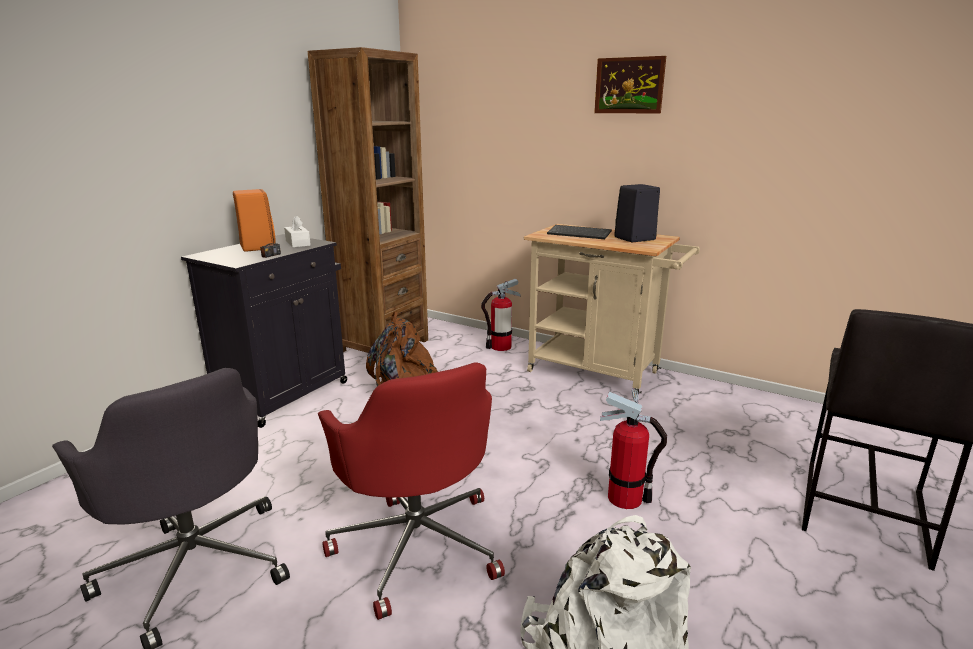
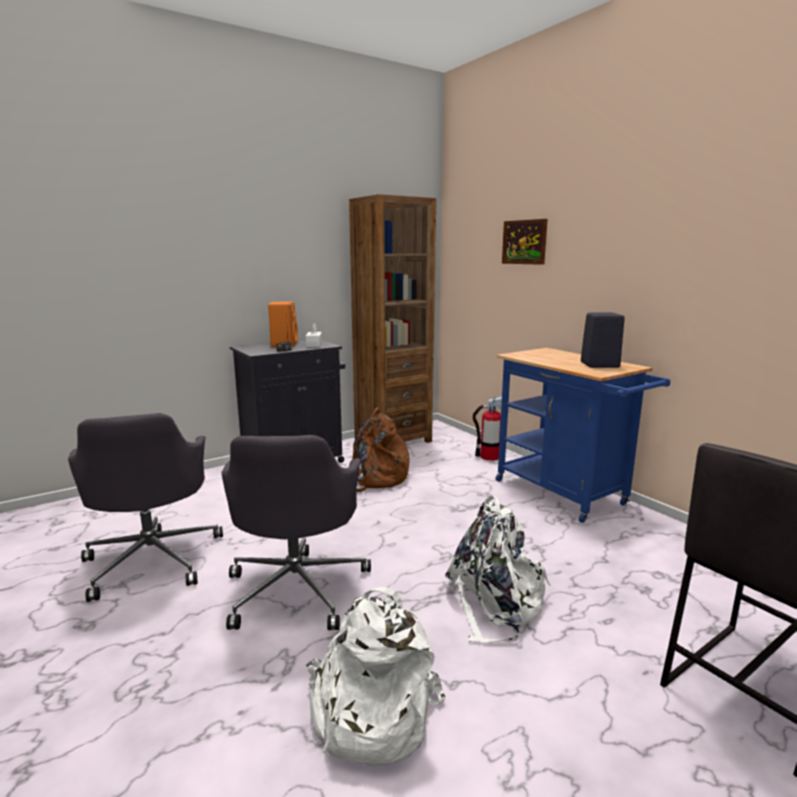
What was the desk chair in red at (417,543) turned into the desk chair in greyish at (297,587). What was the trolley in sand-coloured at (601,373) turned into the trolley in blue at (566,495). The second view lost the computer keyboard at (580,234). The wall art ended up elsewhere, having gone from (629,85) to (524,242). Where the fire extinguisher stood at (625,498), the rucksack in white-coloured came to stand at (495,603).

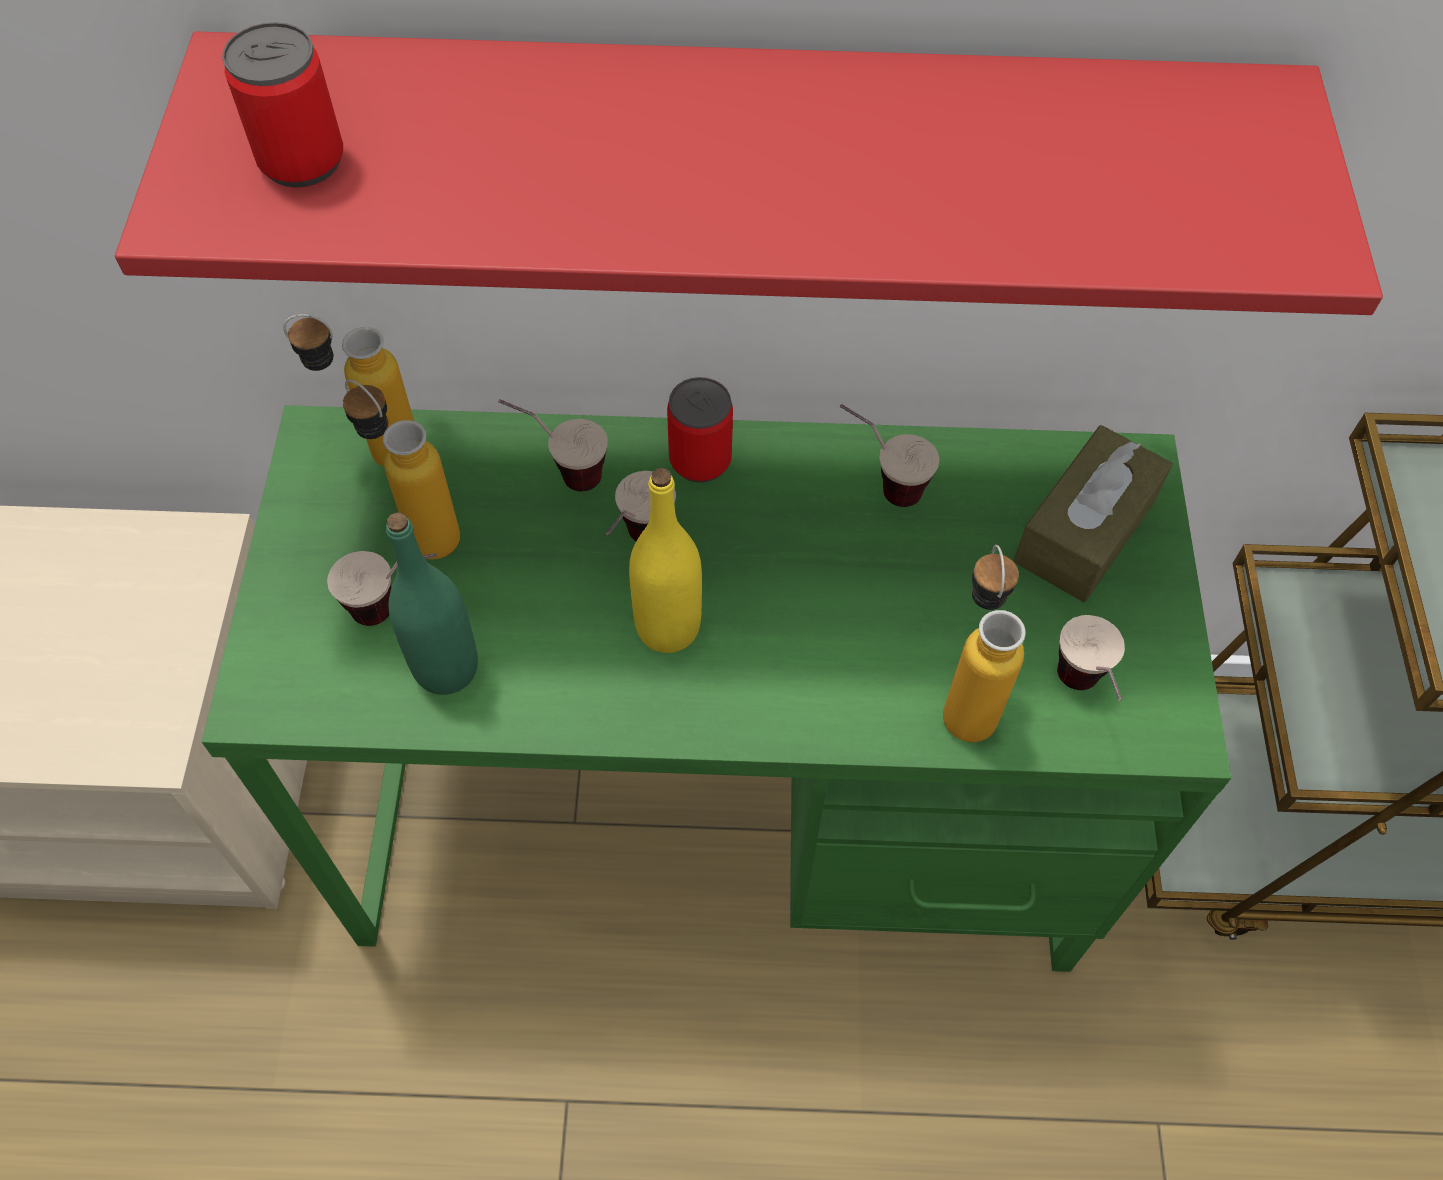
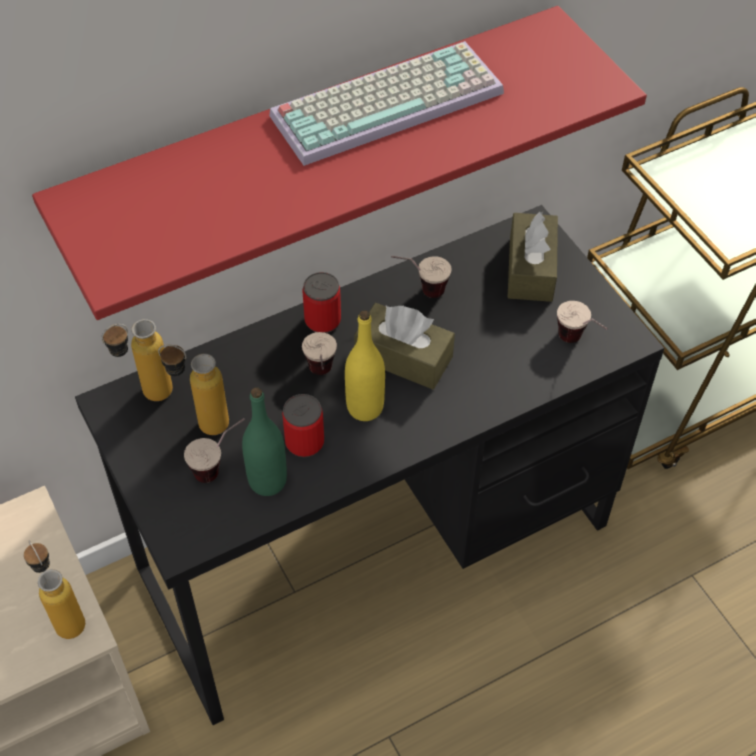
What was the desk table in green-coloured at (720,819) turned into the desk table in black-coloured at (375,546). The sealed can ended up elsewhere, having gone from (302,160) to (304,442). The second view lost the cup at (559,471). The beverage bottle ended up elsewhere, having gone from (965,698) to (65,616). The second view gained the computer keyboard at (388,101). The second view gained the tissue box in brown-coloured at (403,357).

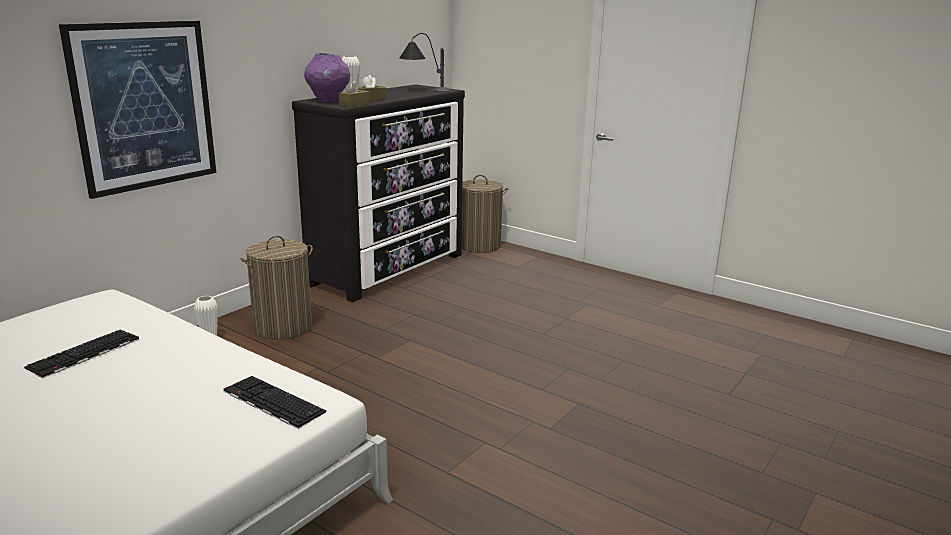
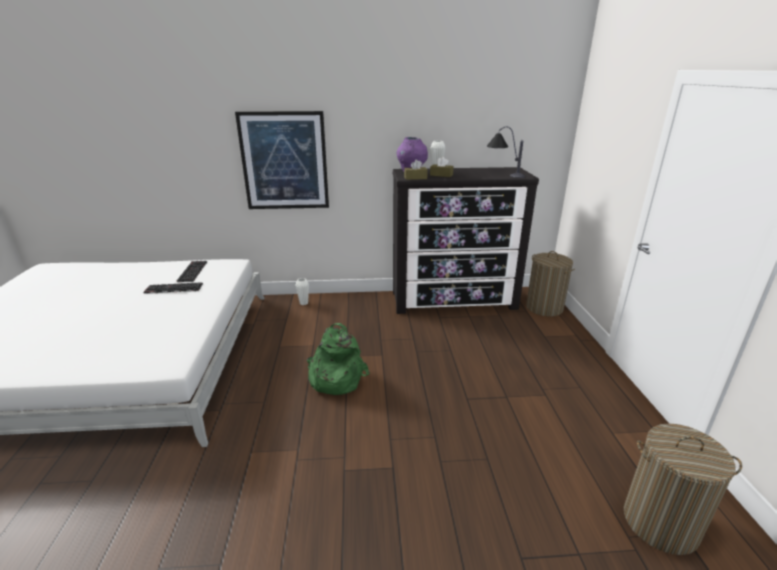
The computer keyboard ended up elsewhere, having gone from (271,402) to (192,271). The washing basket ended up elsewhere, having gone from (283,327) to (660,523). The second view gained the rucksack in green-coloured at (335,378).

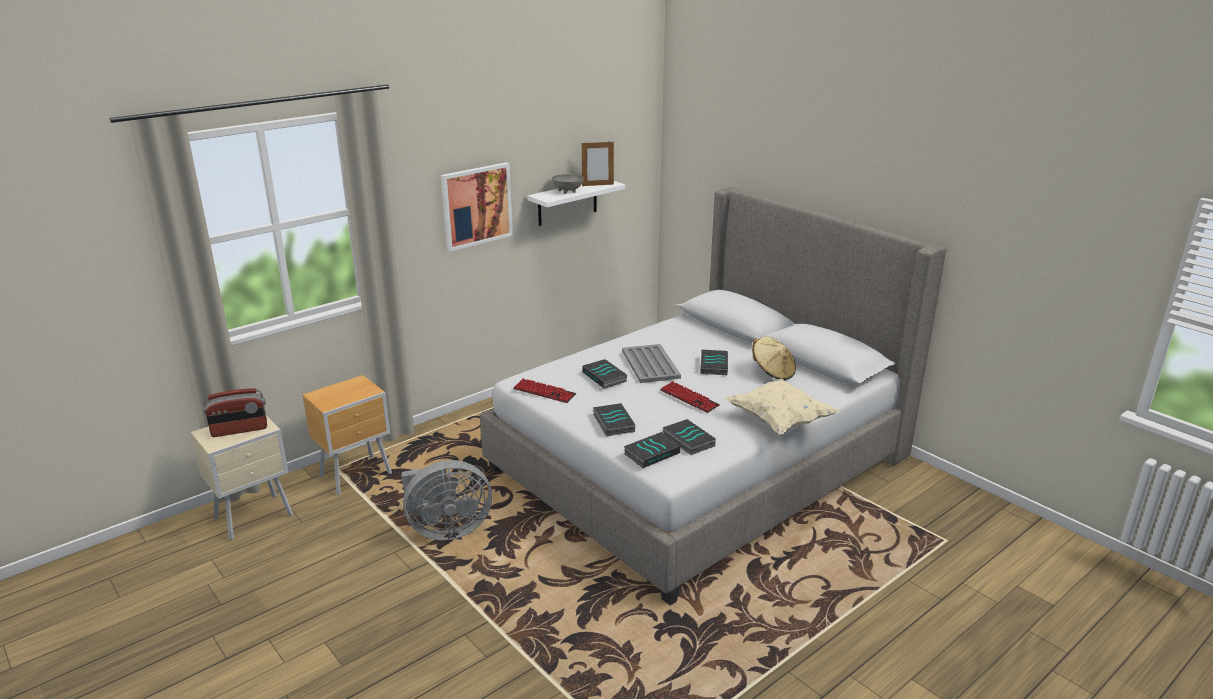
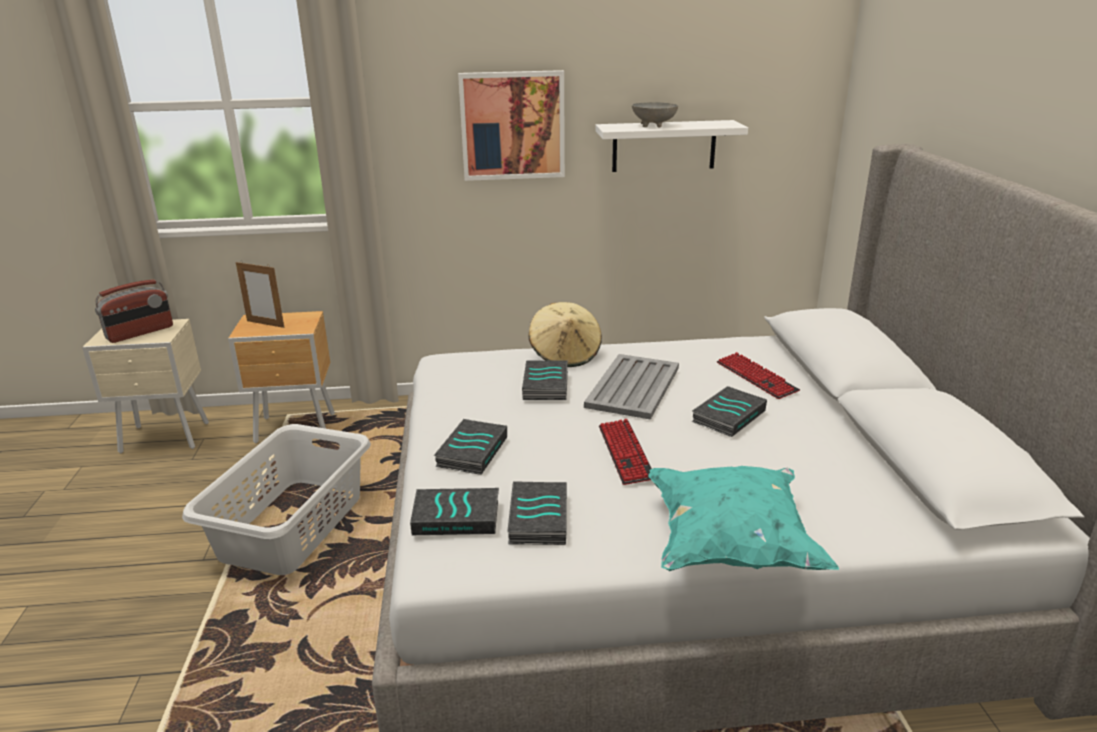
The radio set at (239,430) ended up facing another way, 60 degrees counterclockwise from before. Where the fan in greyish stood at (446,530), the washing basket in greyish came to stand at (294,526). The computer keyboard ended up elsewhere, having gone from (544,392) to (756,377). The photo frame ended up elsewhere, having gone from (597,185) to (265,324). What was the throw pillow in sand-coloured at (779,421) turned into the throw pillow in turquoise at (730,545). The wearable hat in sand-coloured ended up elsewhere, having gone from (773,372) to (565,355).

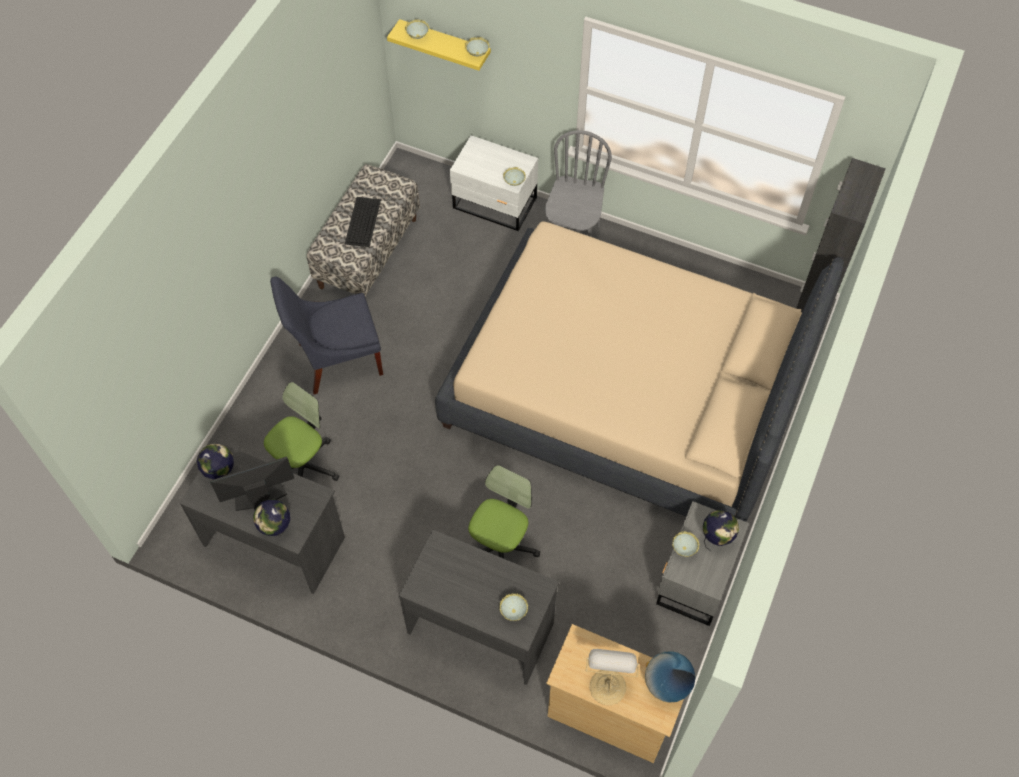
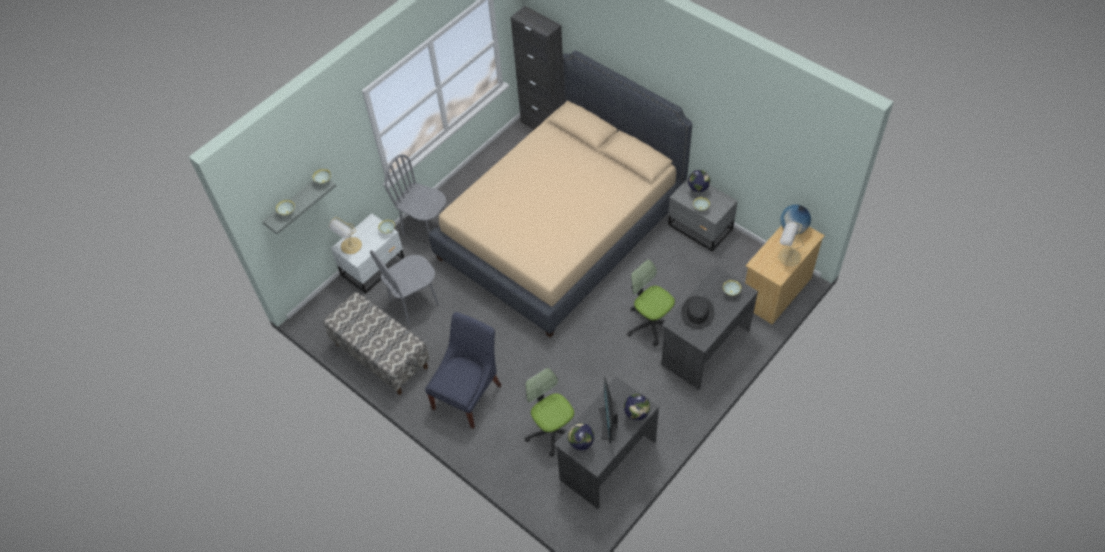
The chair in blue at (336,359) ended up facing another way, 150 degrees counterclockwise from before. The second view lost the computer keyboard at (362,221). What was the bracket shelf in yellow at (445,45) turned into the bracket shelf in greyish at (295,205). The second view gained the lamp for a table at (350,246). The second view gained the chair in greyish at (414,303). The second view gained the wearable hat in black-coloured at (697,313).

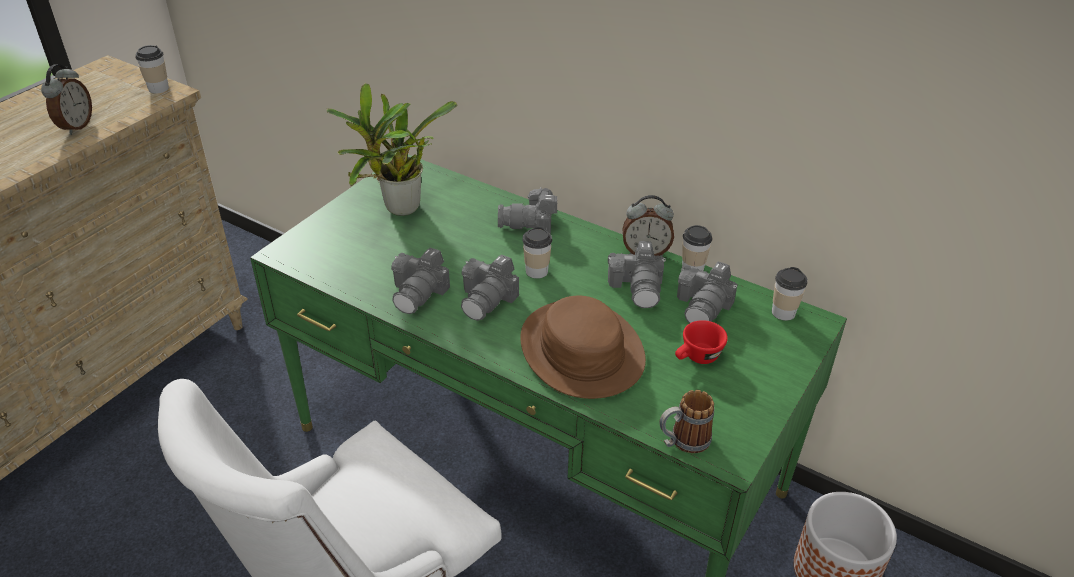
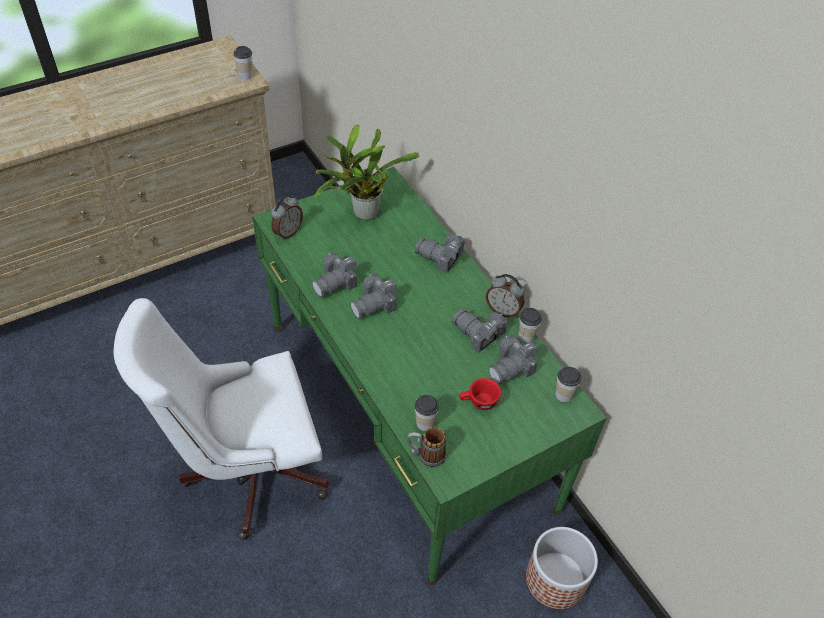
The bedside clock ended up elsewhere, having gone from (75,126) to (287,232). The second view lost the wearable hat in brown-coloured at (581,350). The cup ended up elsewhere, having gone from (536,271) to (425,423). The photo camera at (638,287) ended up facing another way, 105 degrees clockwise from before.

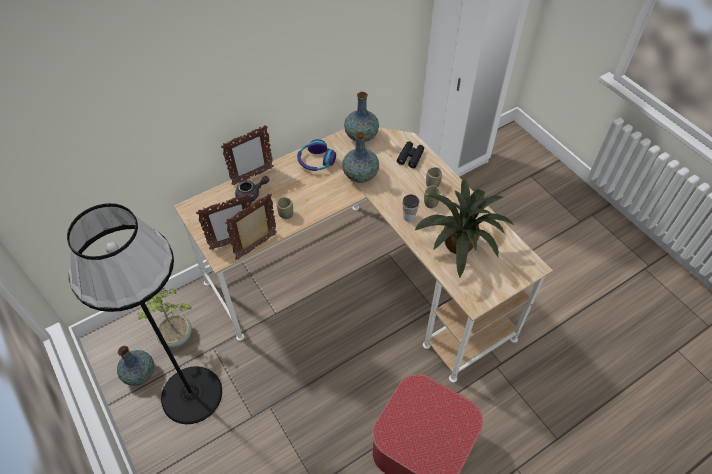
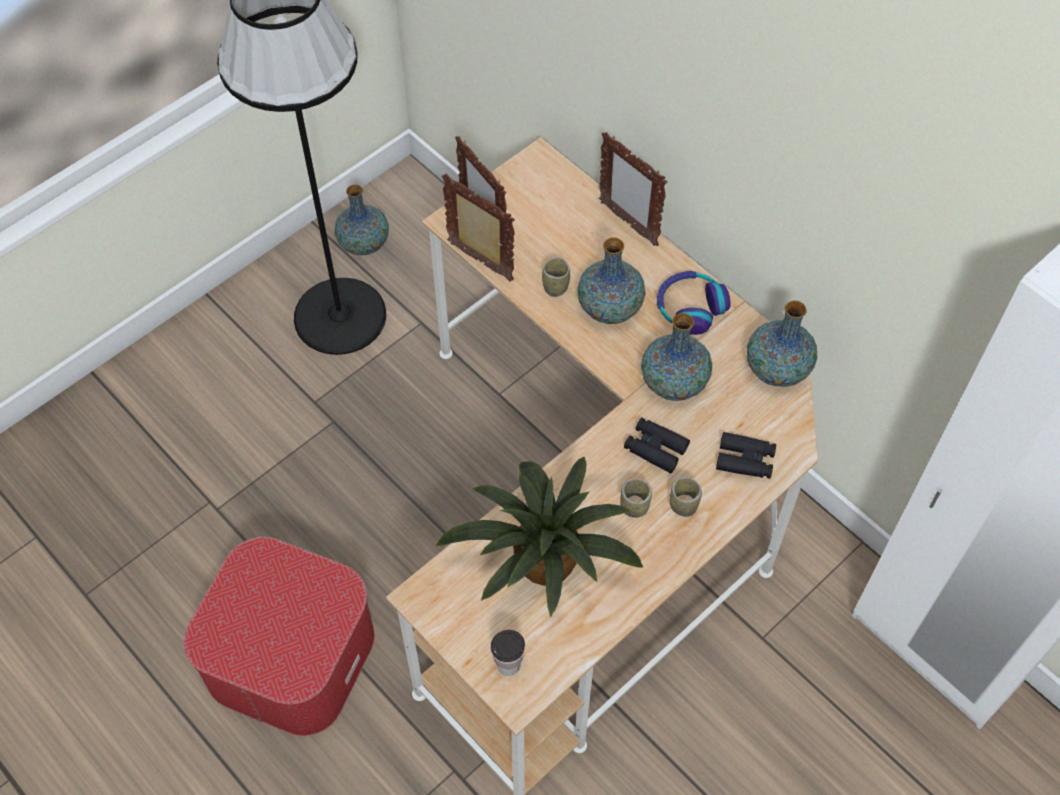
The second view lost the houseplant at (176,337). The second view lost the teapot in greyish at (251,194). The cup ended up elsewhere, having gone from (409,217) to (508,664). The second view gained the vase at (610,307). The second view gained the field glasses in black-coloured at (655,448).

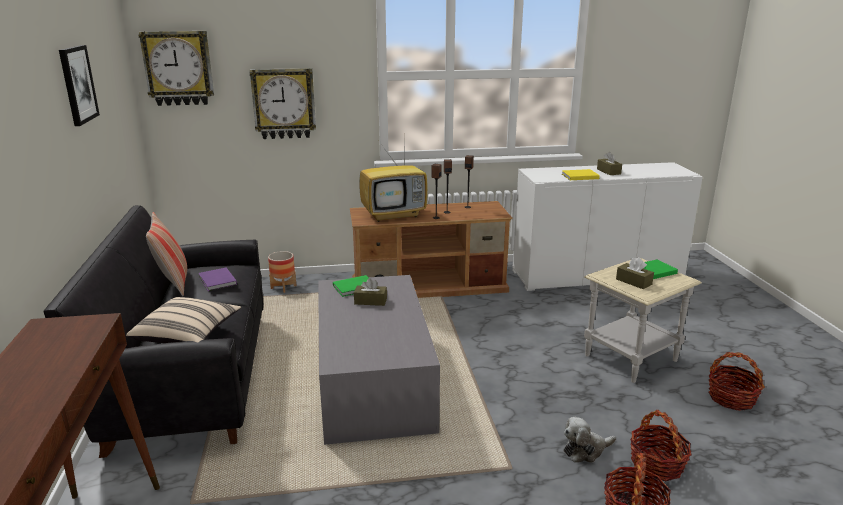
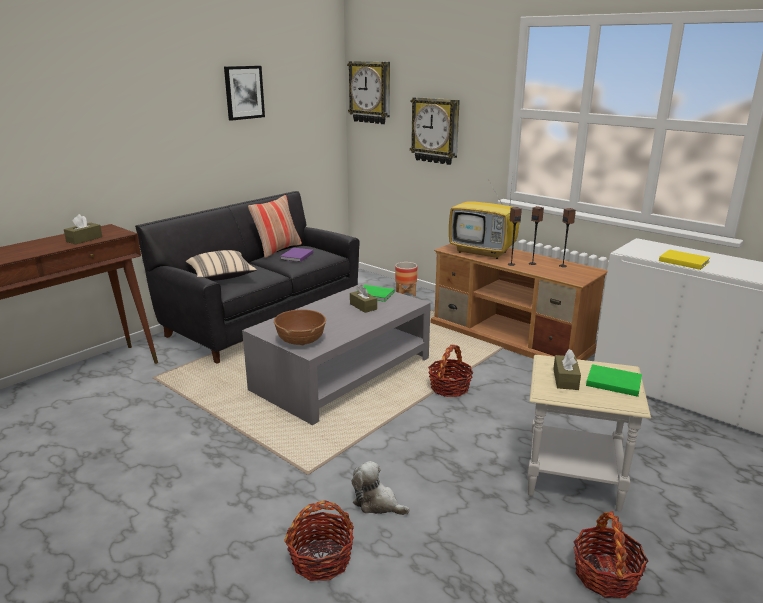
The tissue box in brown-coloured ended up elsewhere, having gone from (608,171) to (84,239). The storage basket ended up elsewhere, having gone from (656,464) to (449,387). The second view gained the deep dish in brown-coloured at (301,341).

